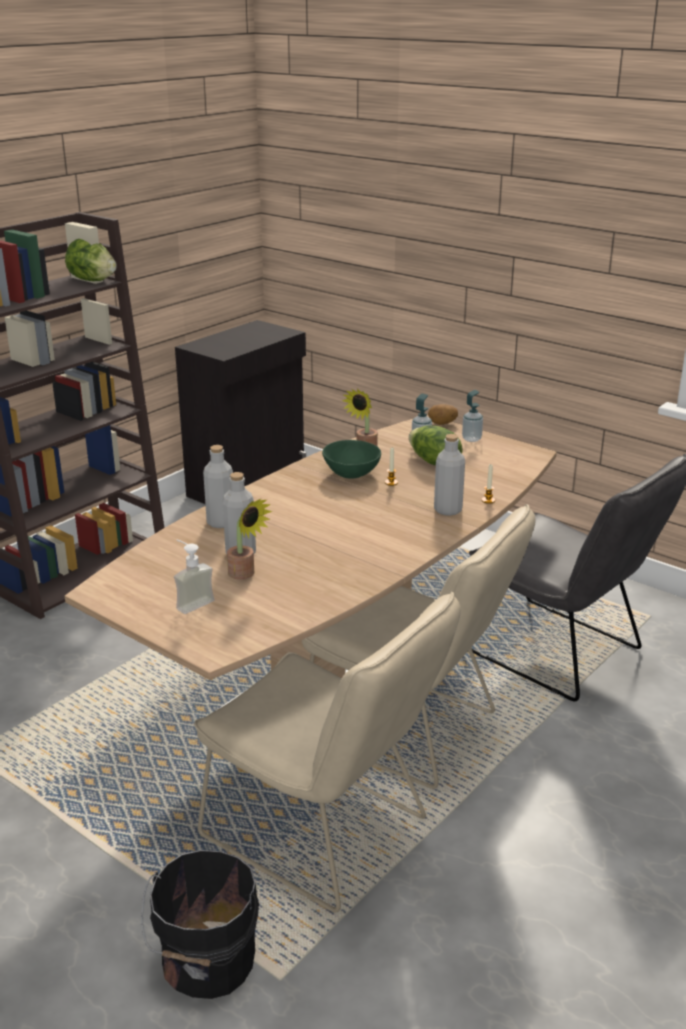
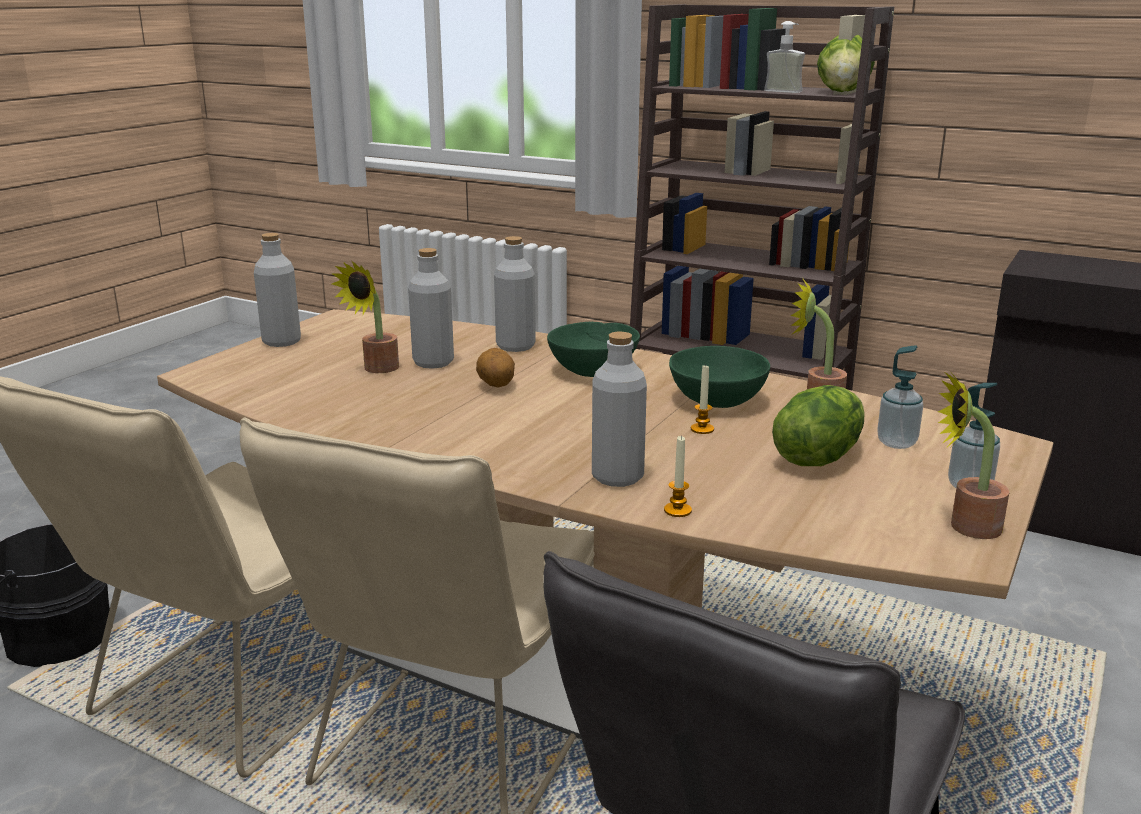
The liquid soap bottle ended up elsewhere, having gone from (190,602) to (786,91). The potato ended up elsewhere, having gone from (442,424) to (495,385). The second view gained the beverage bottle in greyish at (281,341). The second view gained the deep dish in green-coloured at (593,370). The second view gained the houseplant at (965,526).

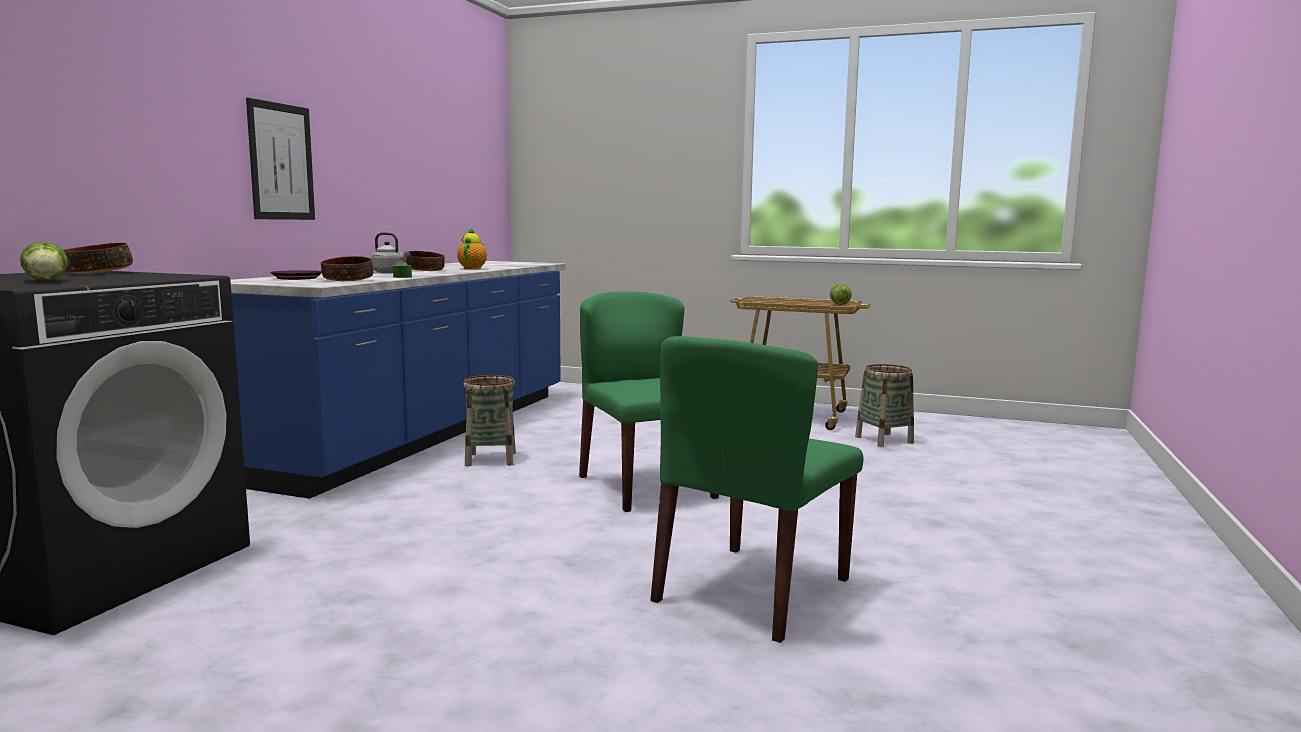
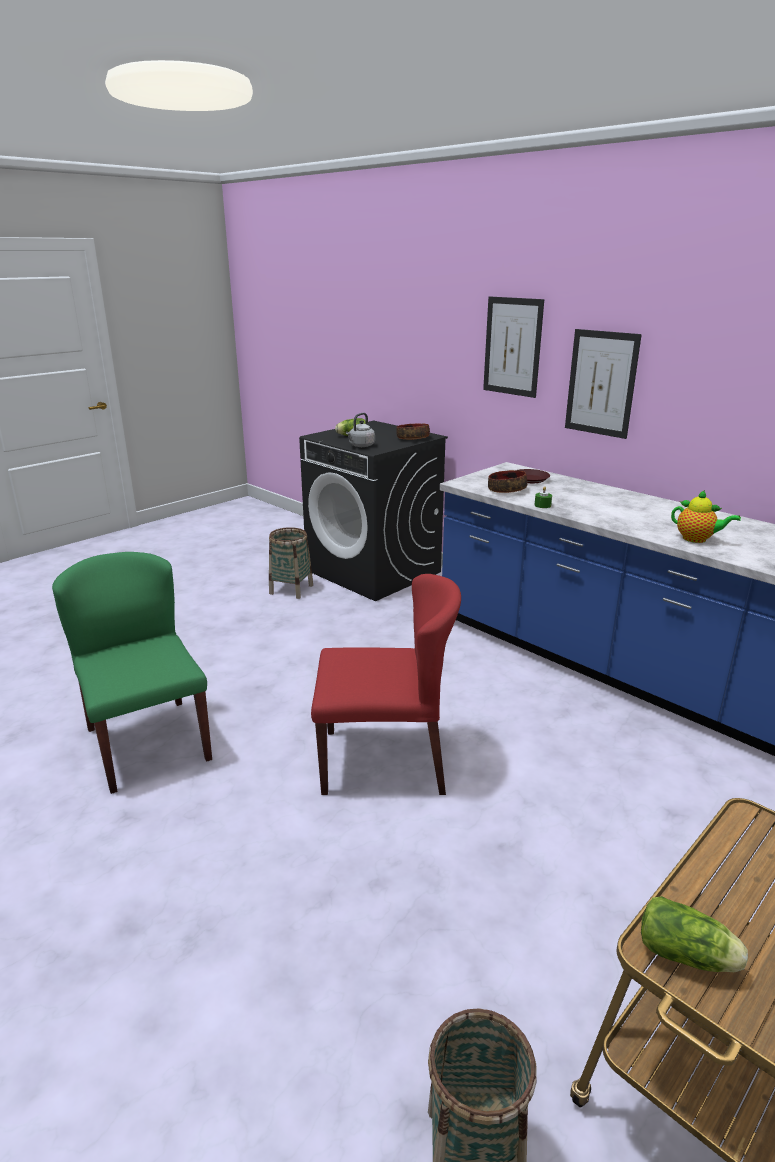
The tea kettle in greyish ended up elsewhere, having gone from (390,272) to (360,446). The second view lost the deep dish at (423,270). The storage basket ended up elsewhere, having gone from (491,459) to (291,589). What was the chair in green-coloured at (645,486) turned into the chair in red at (384,760). The second view gained the wall art at (512,346).

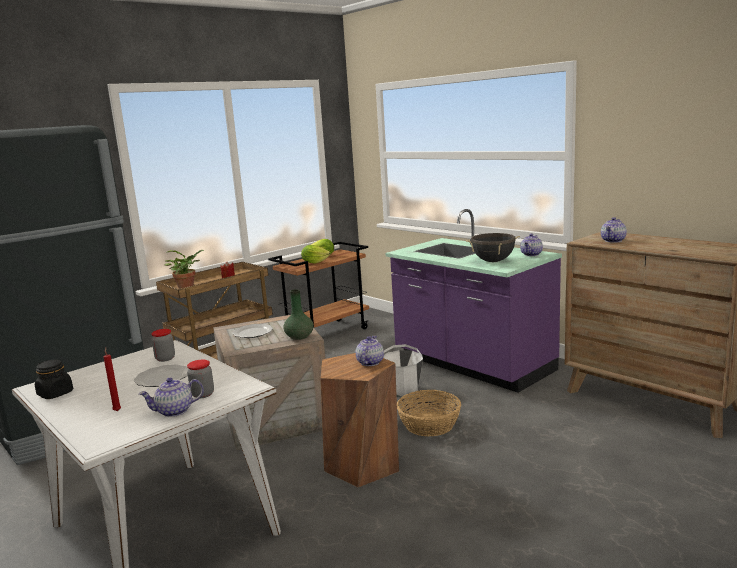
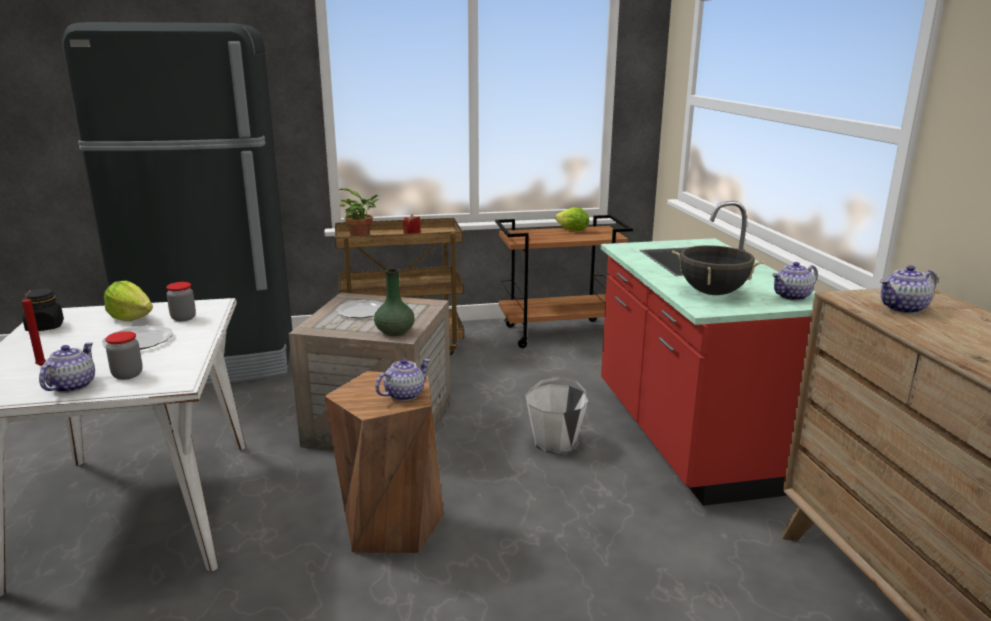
The teapot at (174,411) ended up facing another way, 90 degrees clockwise from before. The lettuce ended up elsewhere, having gone from (314,262) to (131,318). What was the kitchen counter in purplish at (472,364) turned into the kitchen counter in red at (689,437). The second view lost the storage basket at (429,424).

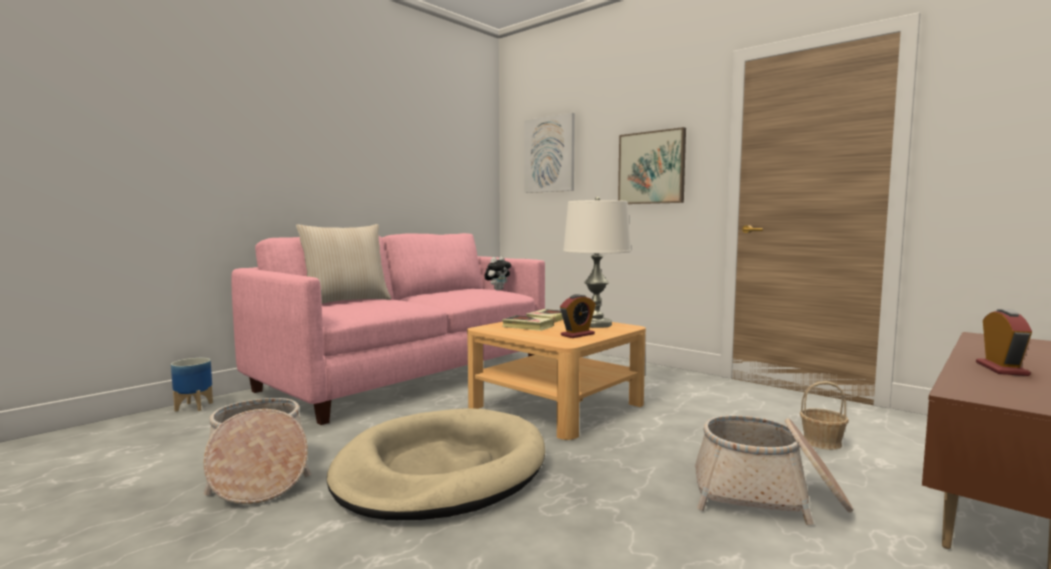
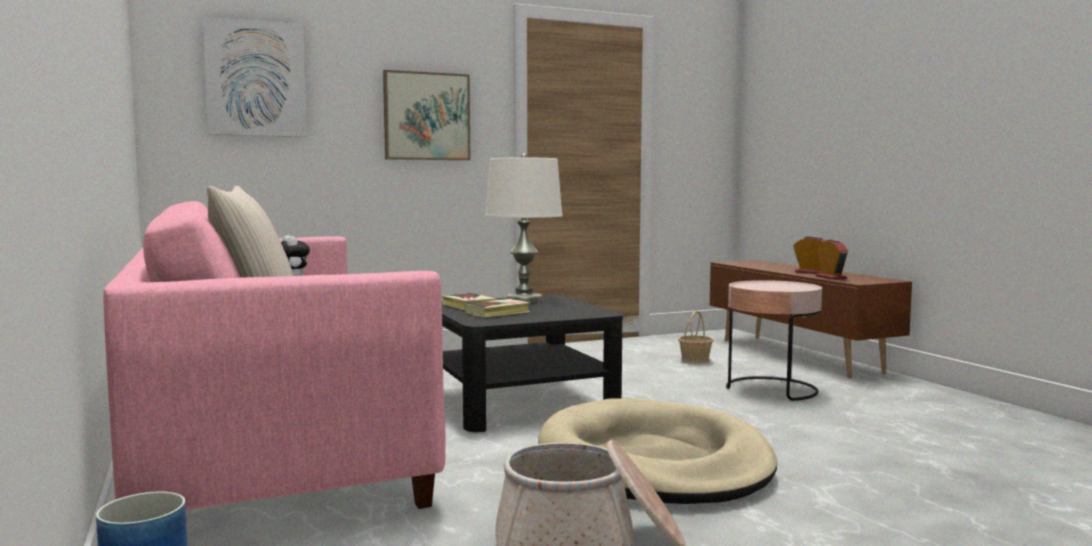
What was the low table in sand-coloured at (556,405) turned into the low table in black-coloured at (518,401). The bedside clock ended up elsewhere, having gone from (577,335) to (831,277). Where the storage basket stood at (767,496), the accent table in pink came to stand at (771,389).

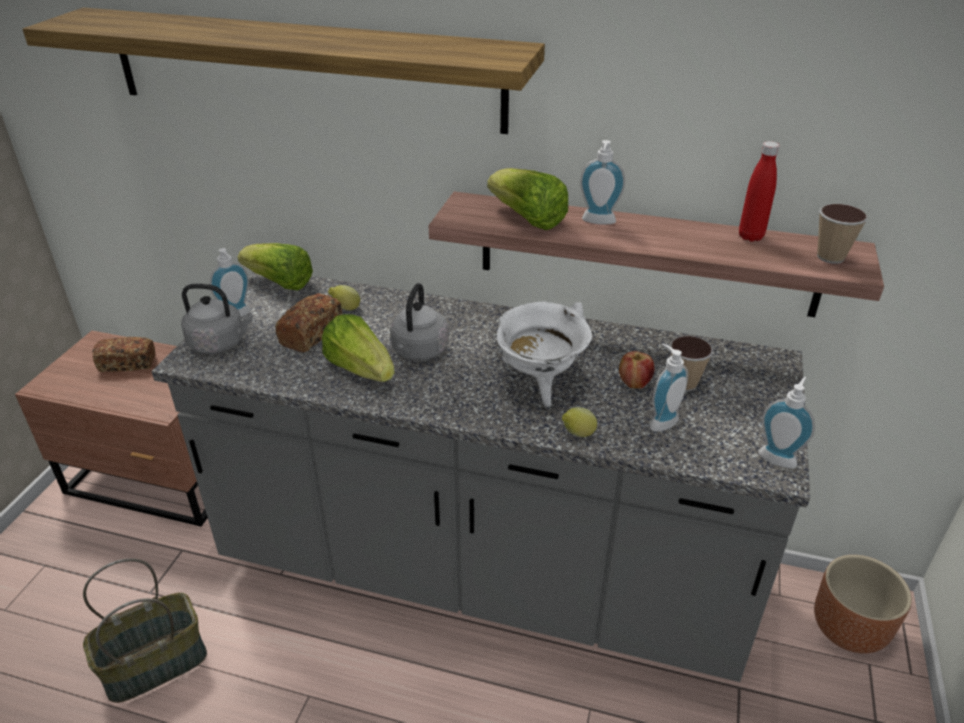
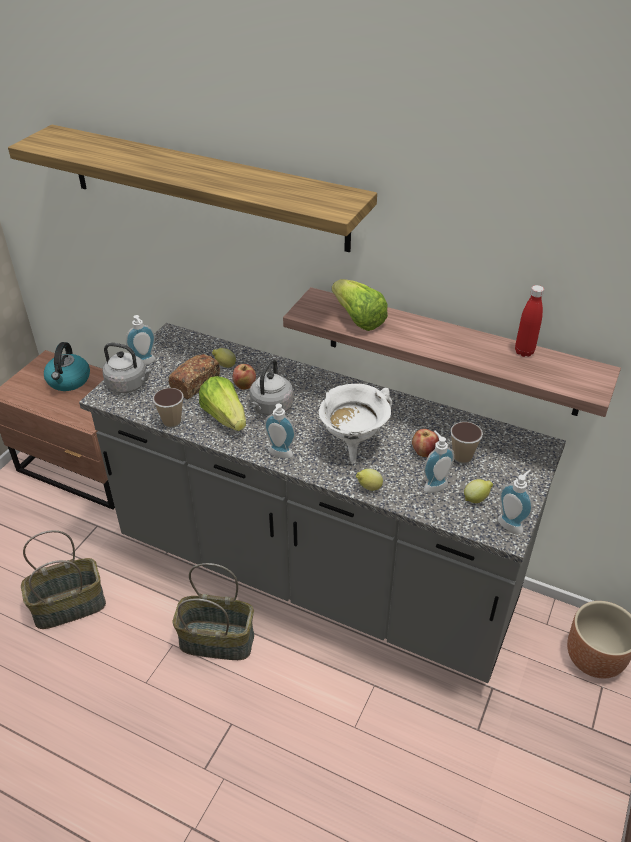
Where the bread stood at (128,363), the tea kettle came to stand at (69,381). The second view lost the lettuce at (280,283). The liquid soap bottle ended up elsewhere, having gone from (598,222) to (279,455). The cup ended up elsewhere, having gone from (830,257) to (172,422). The second view gained the storage basket at (218,640). The second view gained the apple fruit at (244,386). The second view gained the lemon at (476,499).

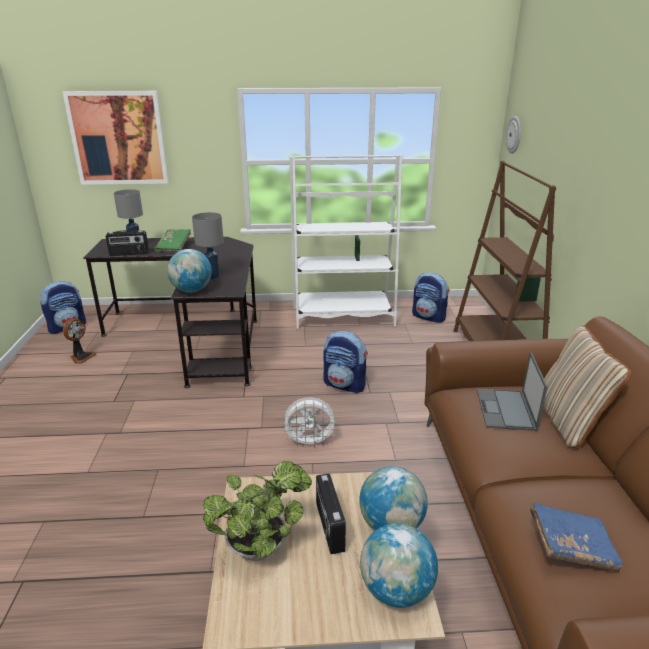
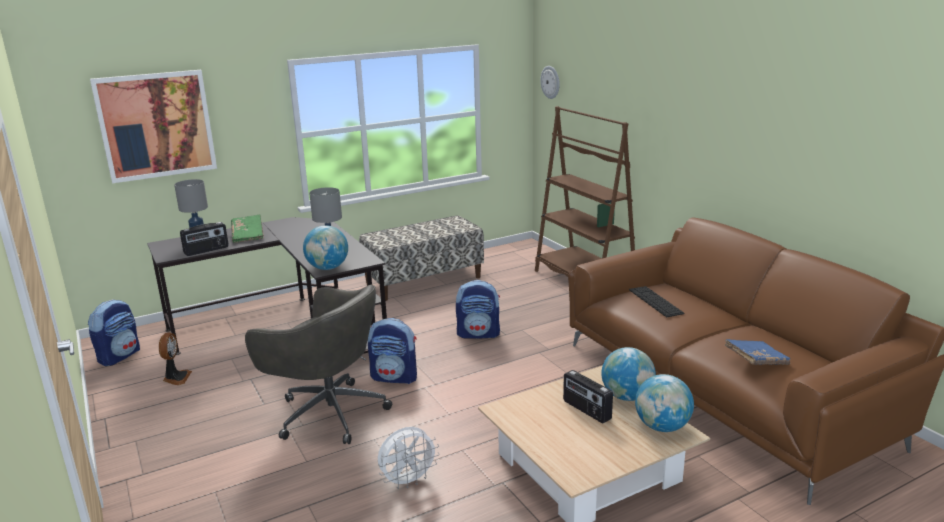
The second view lost the houseplant at (261,546). The fan in white-coloured ended up elsewhere, having gone from (310,443) to (408,481). Where the bookshelf in white-coloured stood at (343,317), the long seat came to stand at (424,281). The rucksack ended up elsewhere, having gone from (429,317) to (395,377). Where the notebook computer stood at (506,410), the computer keyboard came to stand at (655,301). The second view lost the throw pillow in sand-coloured at (569,421). The second view gained the desk chair in greyish at (328,412).

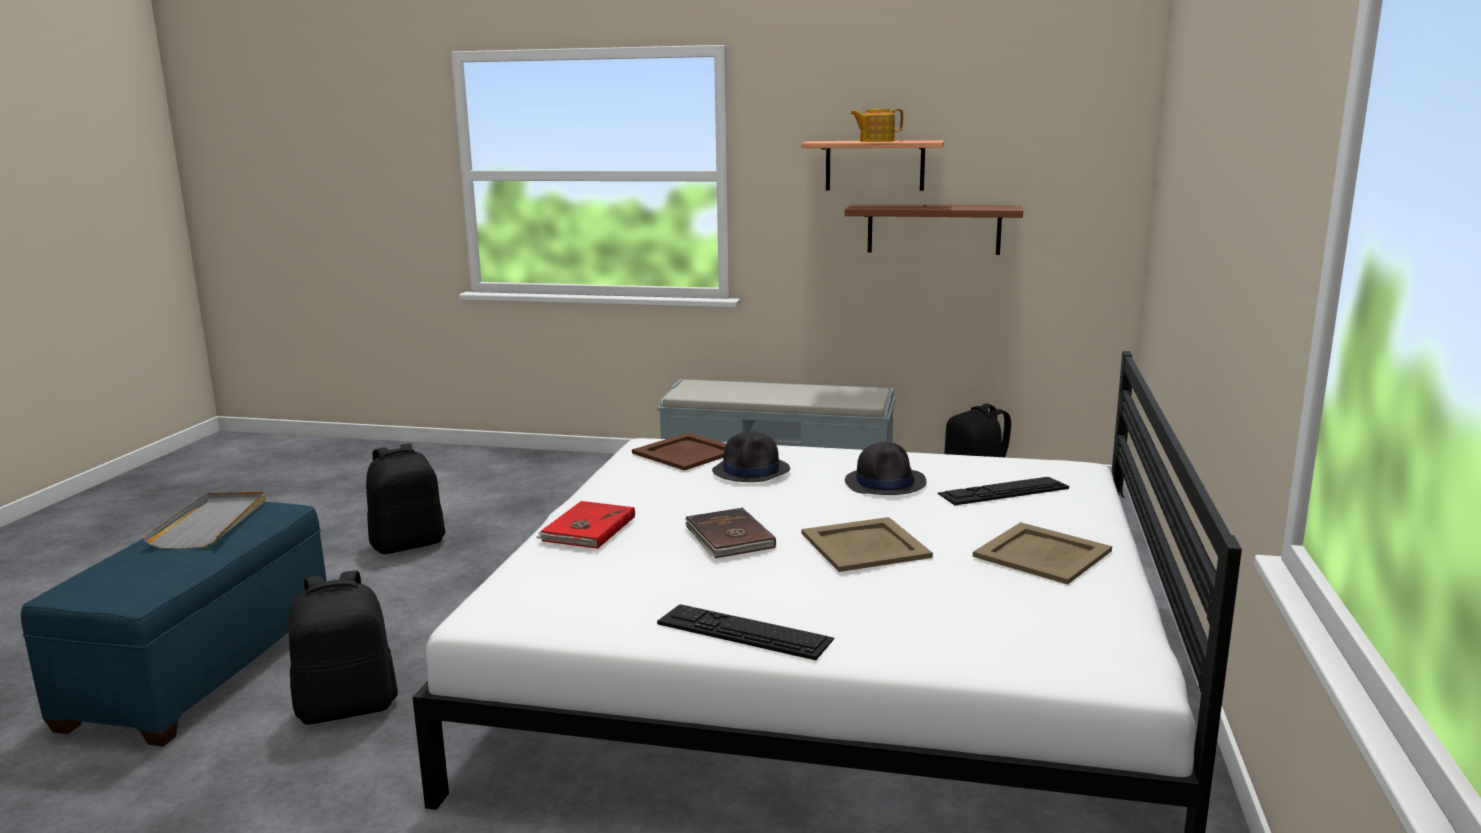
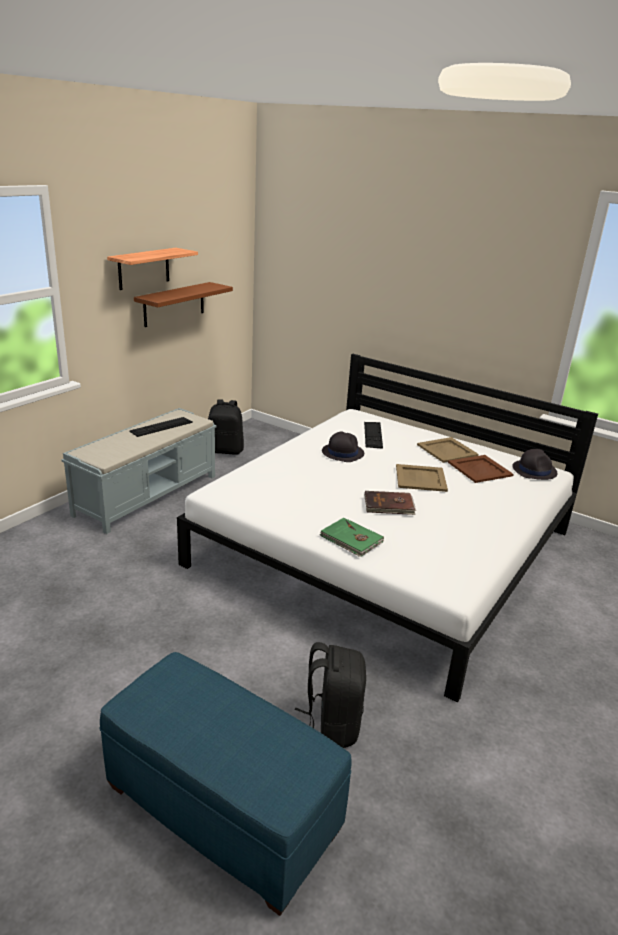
The second view lost the carrying tray in greyish at (211,523). The second view lost the rucksack in black-coloured at (408,544). What was the bound book in red at (587,529) turned into the bound book in green-coloured at (351,540). The carrying tray in brown-coloured ended up elsewhere, having gone from (685,452) to (480,469). The computer keyboard ended up elsewhere, having gone from (744,631) to (161,426). The wearable hat in black-coloured ended up elsewhere, having gone from (751,471) to (534,470). The second view lost the teapot at (876,141).

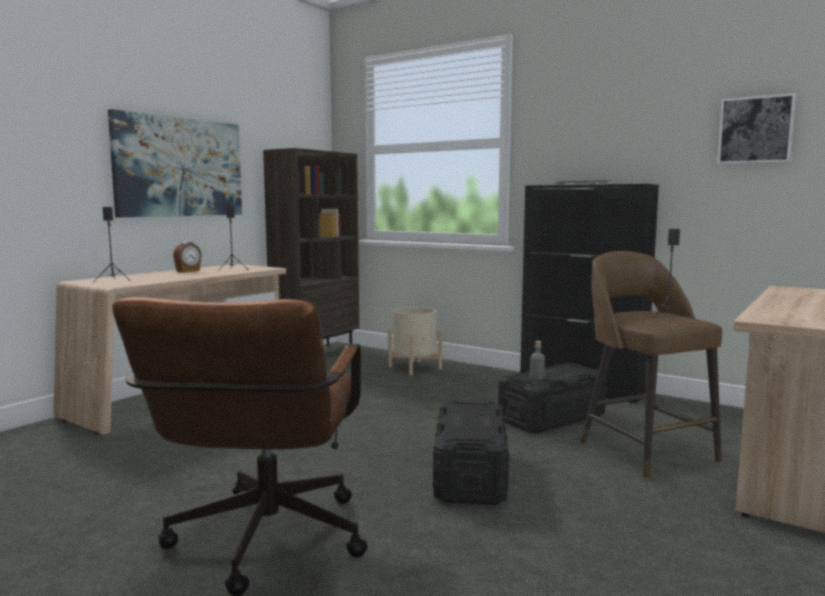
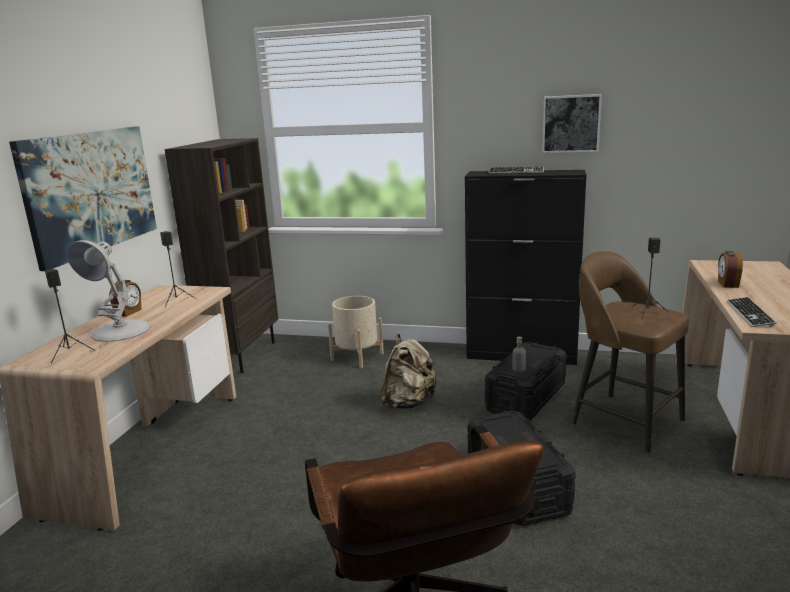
The wall art ended up elsewhere, having gone from (755,130) to (571,123). The second view gained the lamp for a table in white-coloured at (120,331). The second view gained the rucksack in sand-coloured at (408,403). The second view gained the bedside clock at (727,284). The second view gained the computer keyboard at (749,313).

